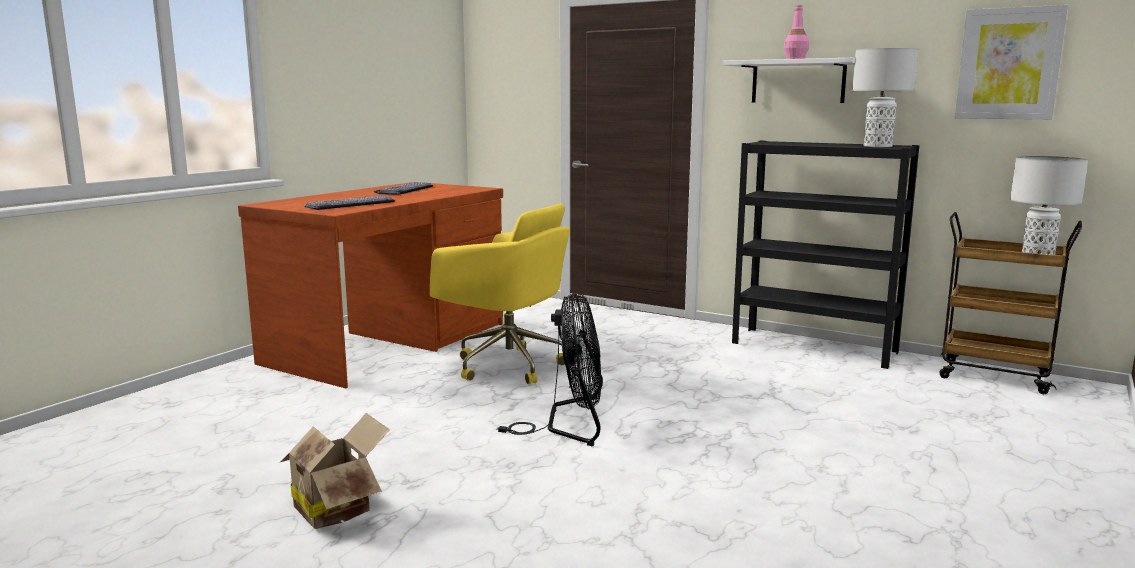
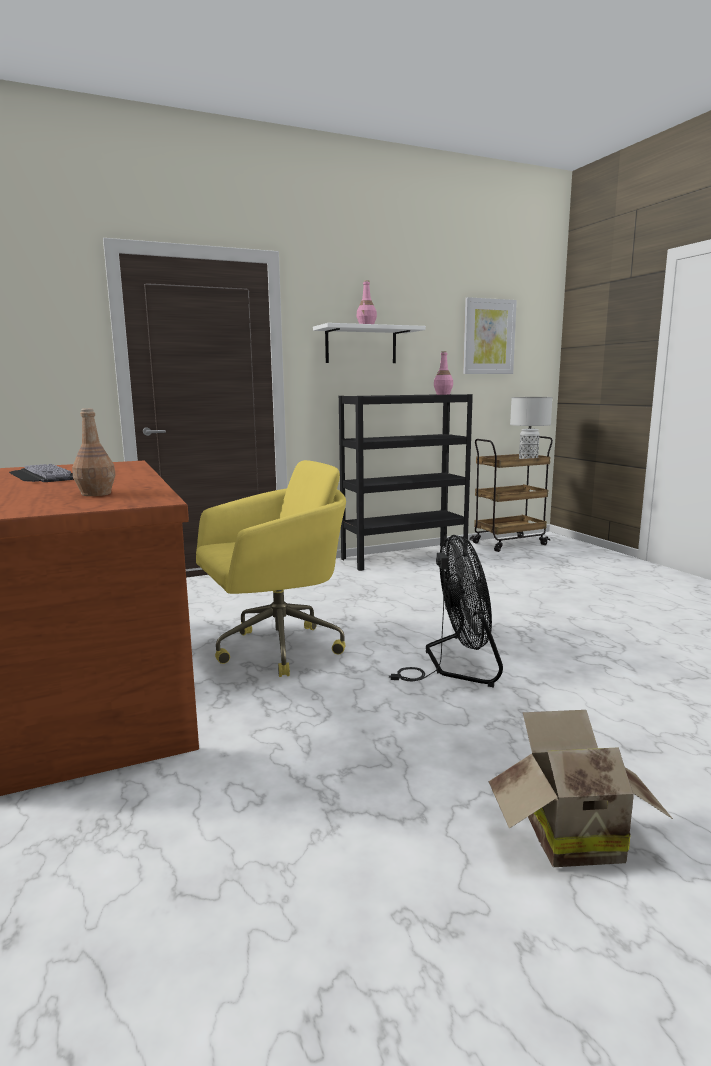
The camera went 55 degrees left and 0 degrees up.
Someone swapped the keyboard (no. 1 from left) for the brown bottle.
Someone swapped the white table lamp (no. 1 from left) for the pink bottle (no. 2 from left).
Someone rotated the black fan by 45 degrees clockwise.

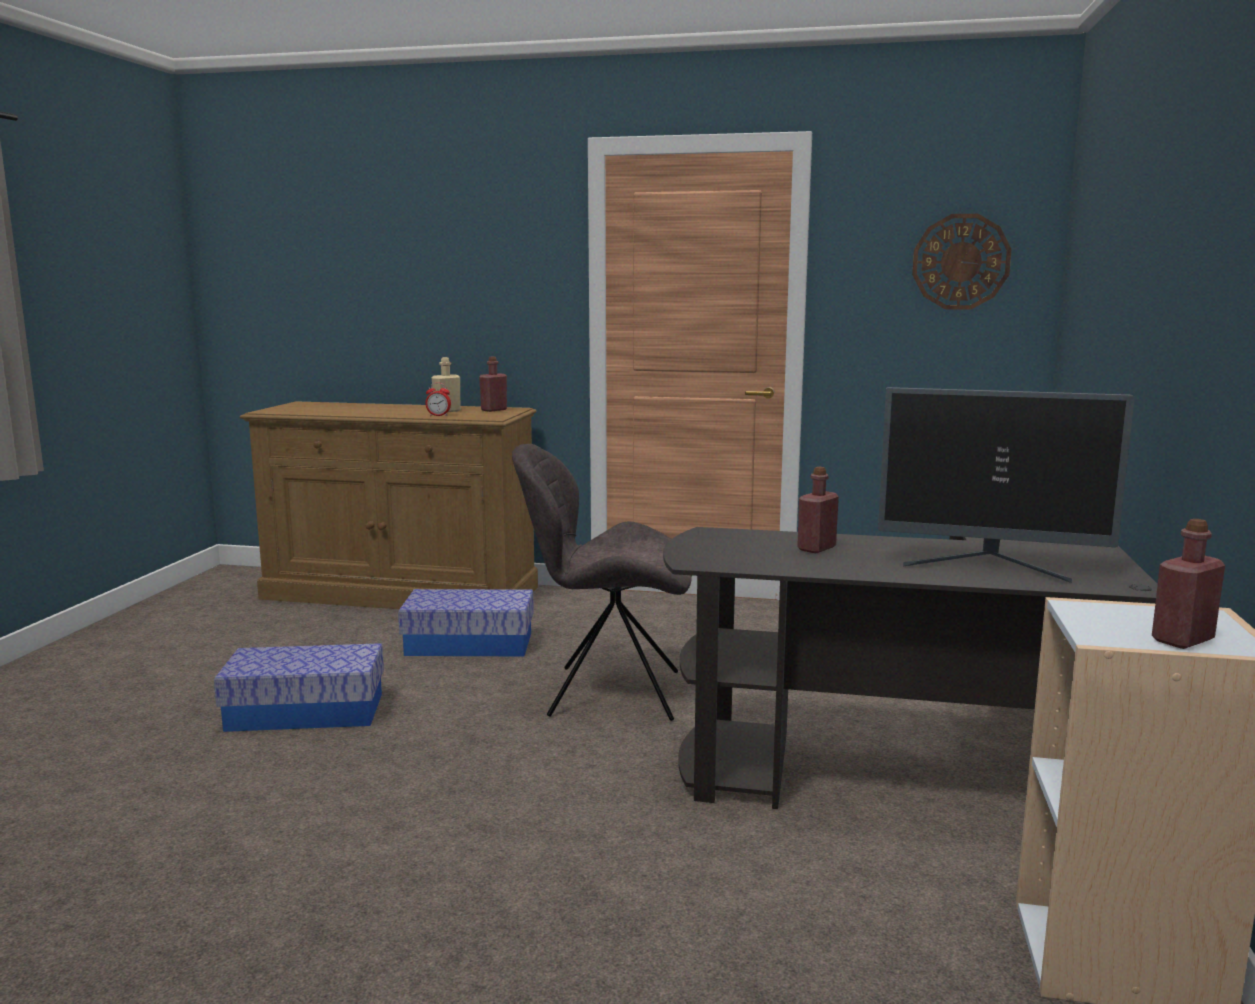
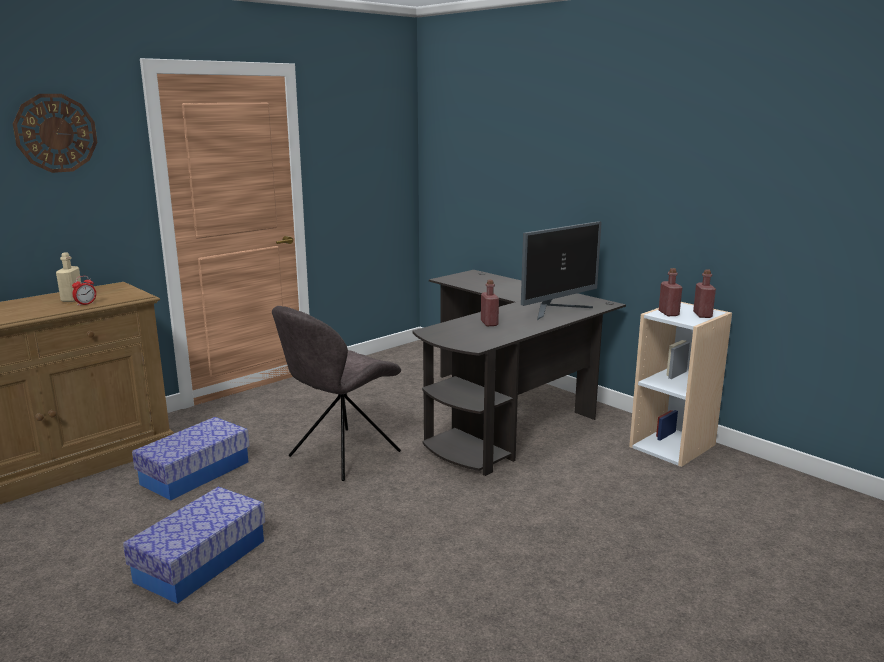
The camera went 55 degrees left and 5 degrees up.
Someone carried the red bottle (no. 1 from left in the first image).
Someone carried the wall clock.

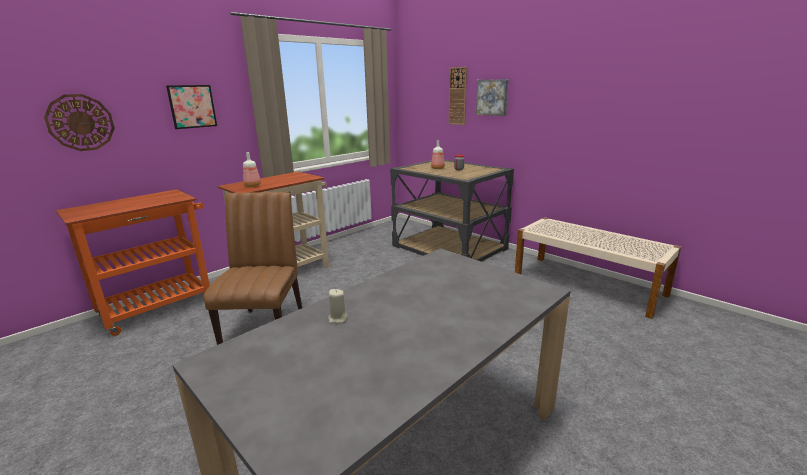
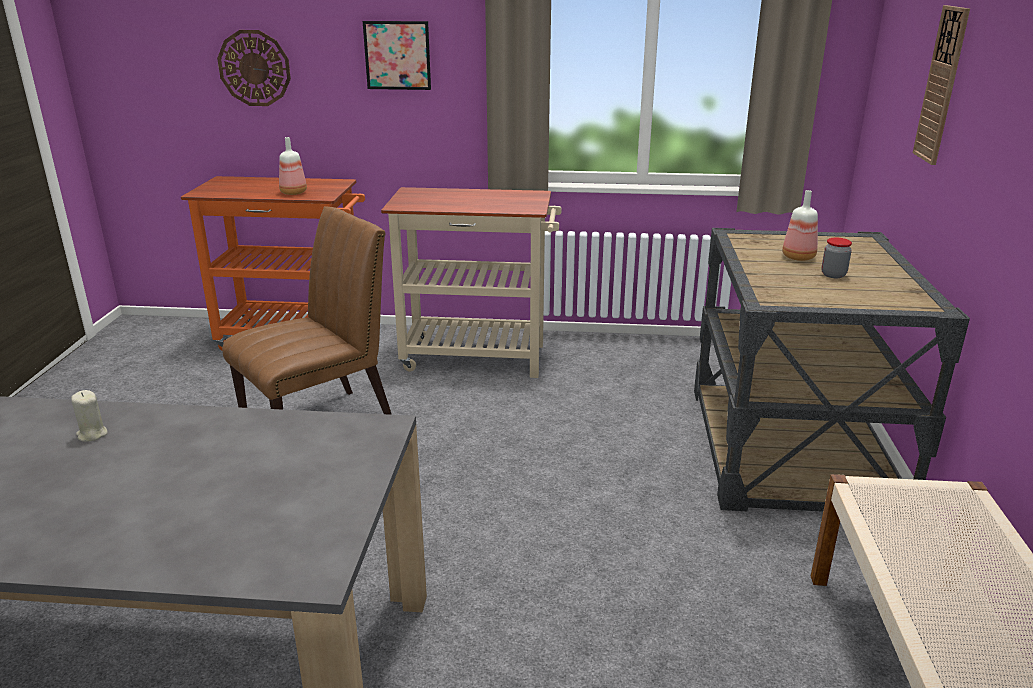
The camera went 50 degrees right and 5 degrees up.
Someone took away the picture (no. 2 from left).
Someone carried the bottle (no. 1 from left).

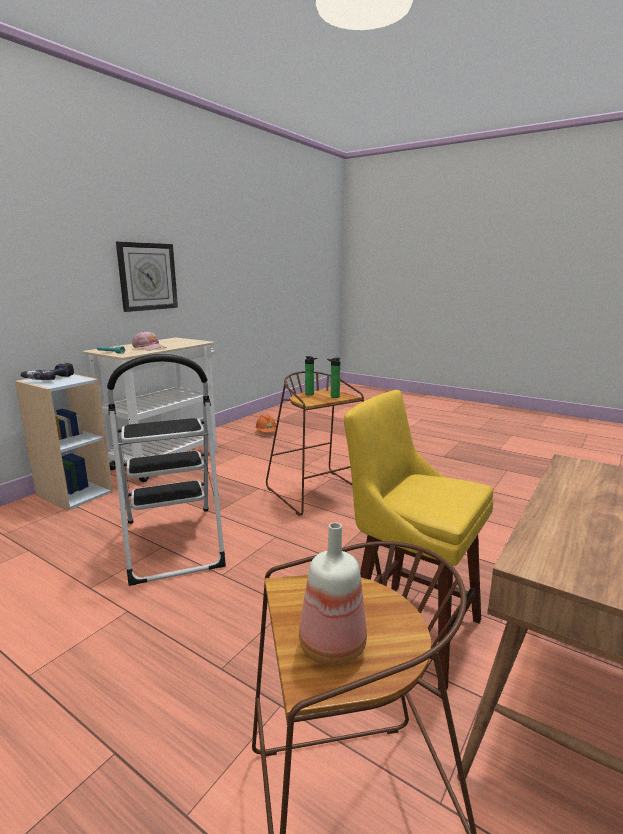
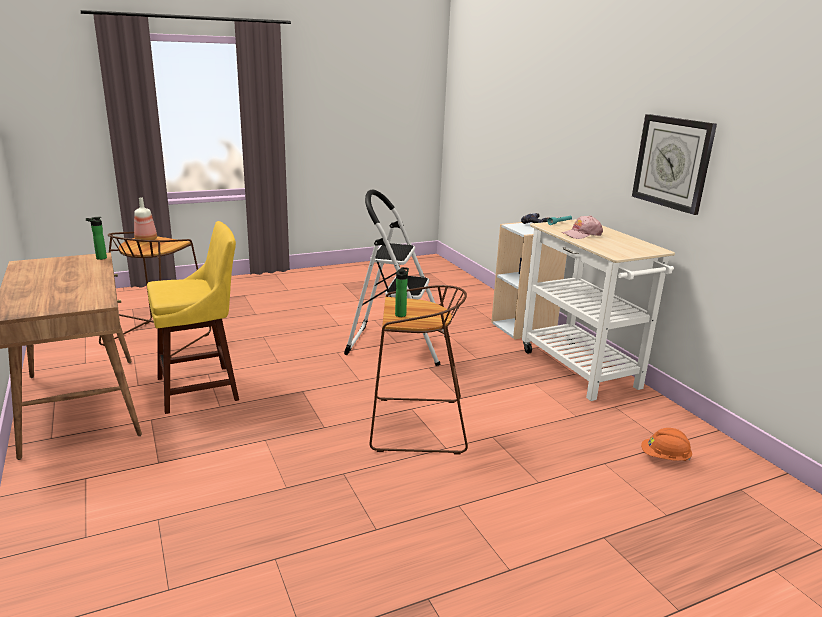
The camera went 120 degrees right and 5 degrees up.
Someone carried the bottle (no. 1 from left).

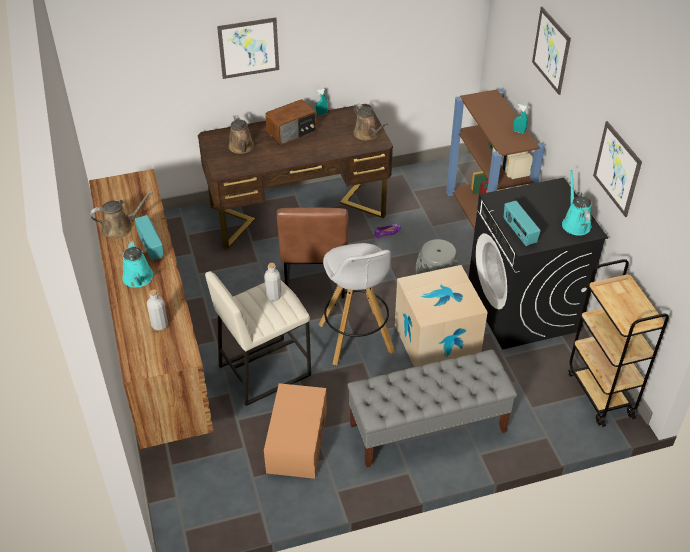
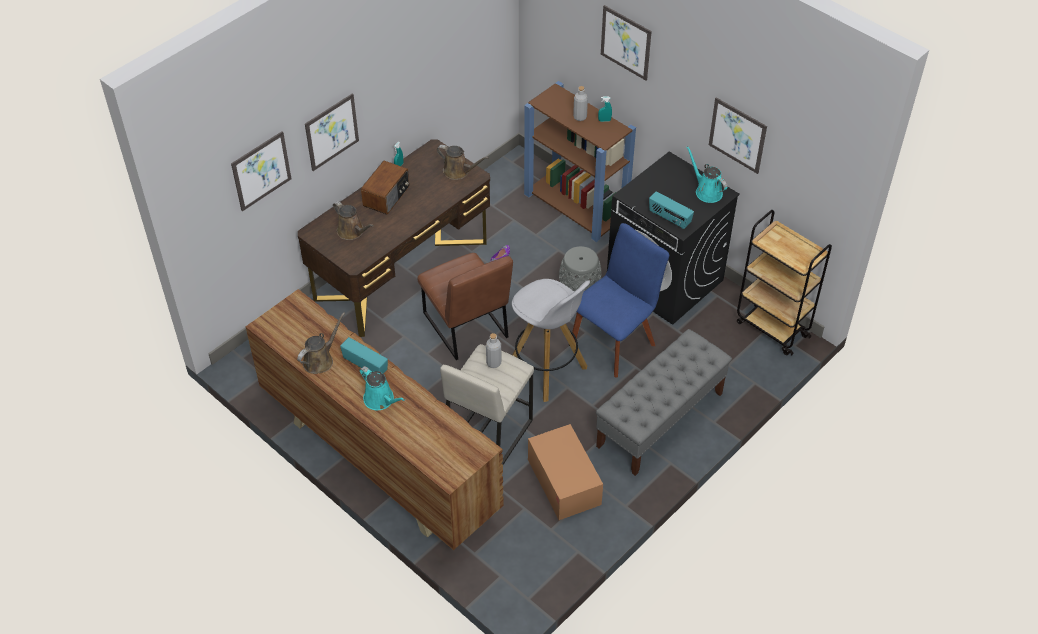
The camera went 30 degrees left and 5 degrees up.
Someone put up the picture (no. 1 from left).
Someone carried the grey bottle (no. 1 from left in the first image).
Someone swapped the cardboard box (no. 2 from left) for the blue chair.

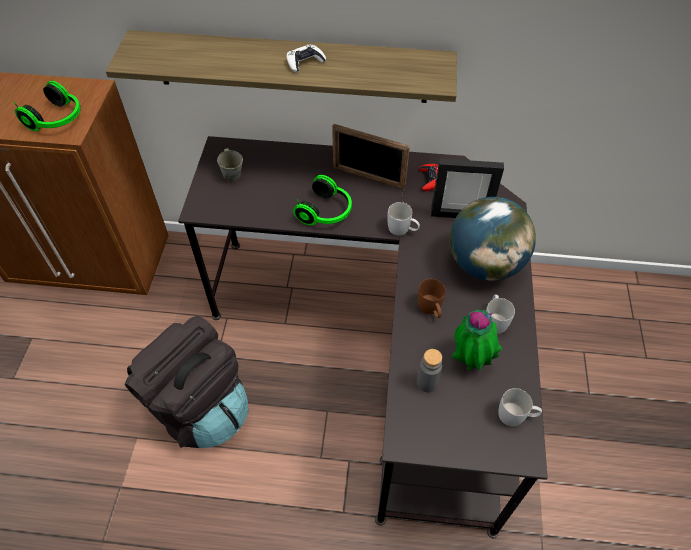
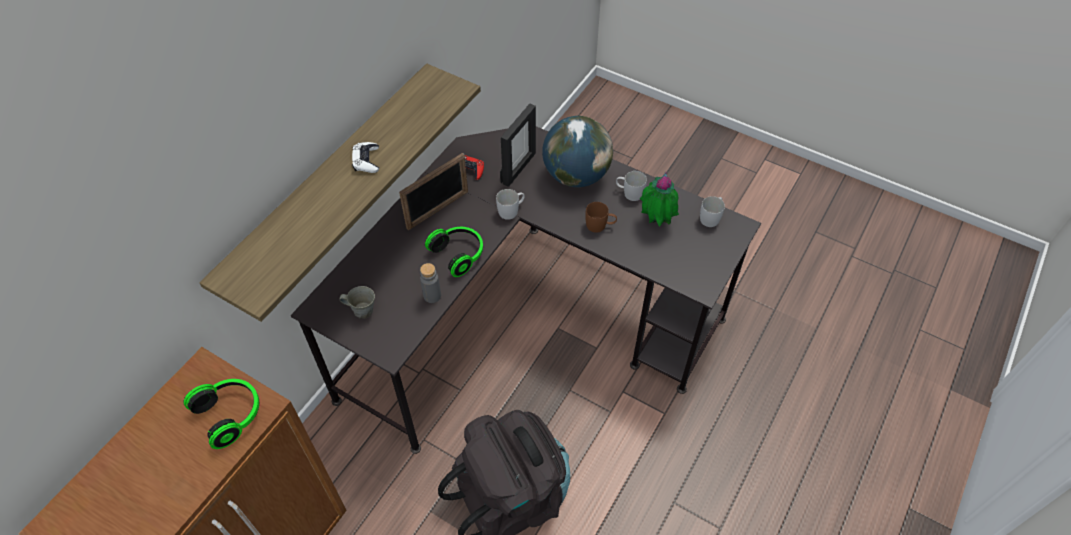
The camera went 65 degrees left and 0 degrees up.
Someone carried the grey bottle.

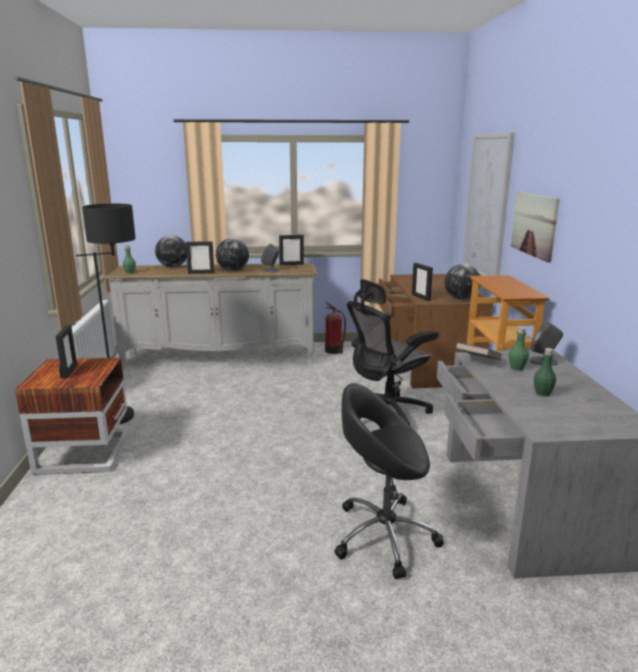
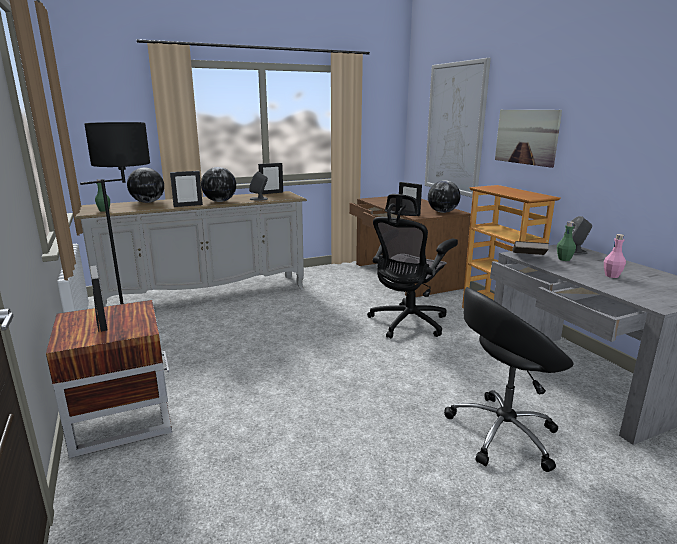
The camera went 20 degrees left and 0 degrees up.
Someone took away the fire extinguisher.
Someone repainted the green bottle (no. 3 from left), which became the pink bottle.

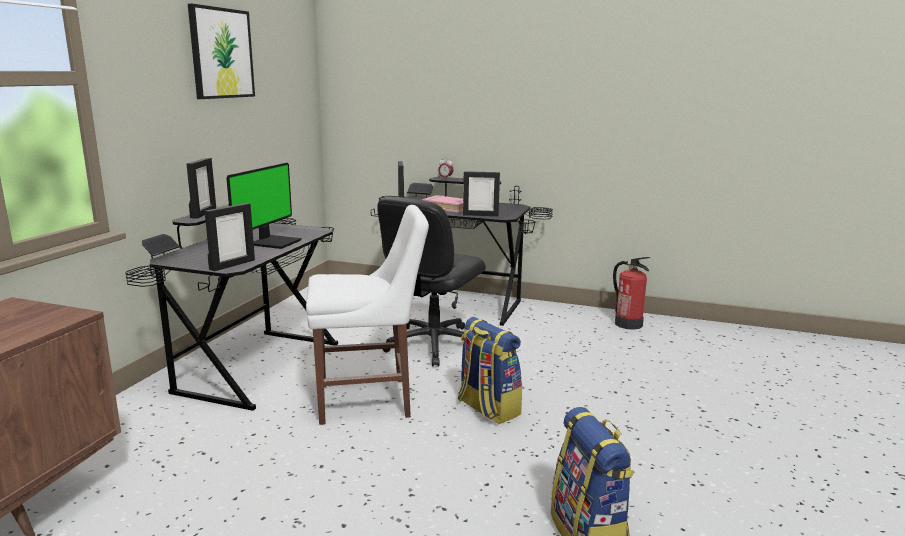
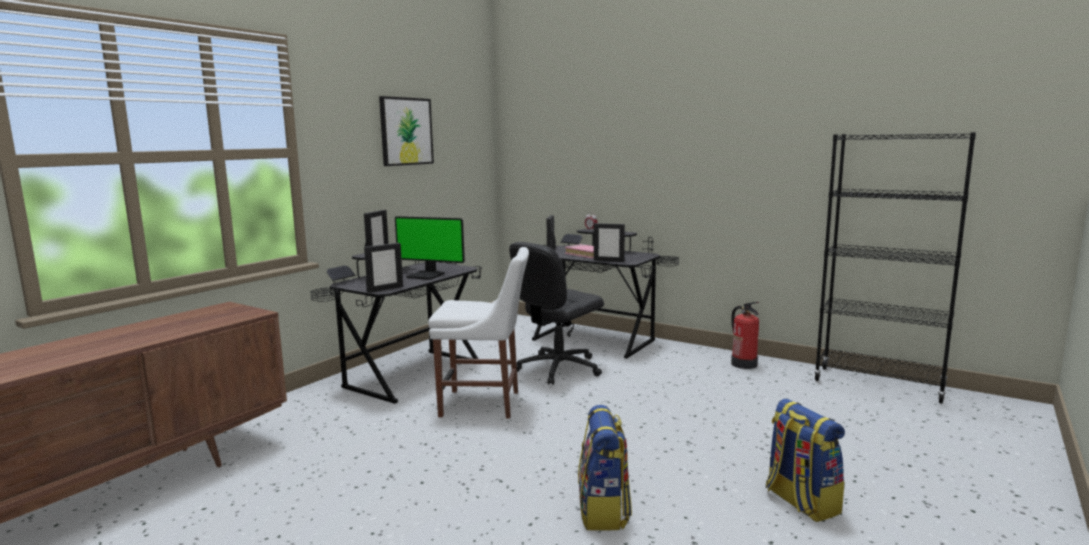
The camera went 15 degrees right and 5 degrees down.
Someone put down the black bookcase.
Someone carried the backpack (no. 1 from left in the first image).
Someone rotated the monitor by 75 degrees clockwise.

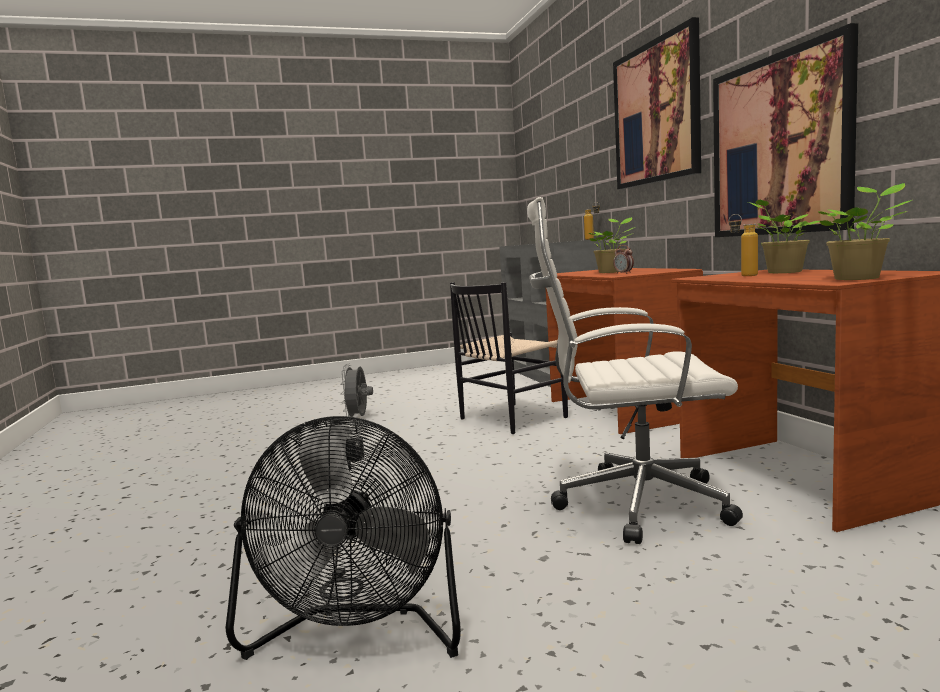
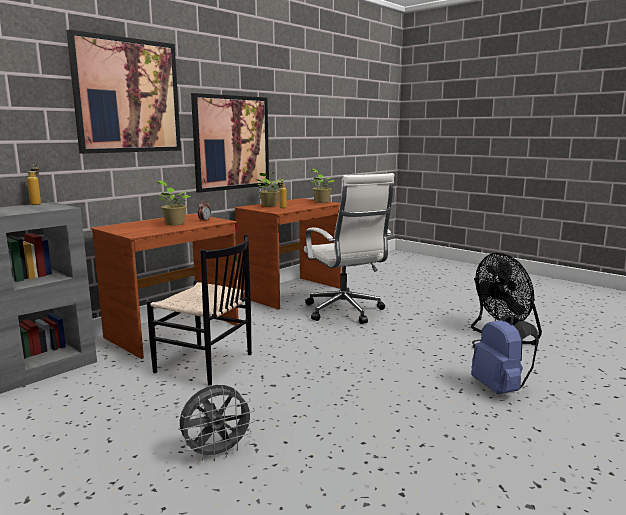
The camera went 120 degrees left and 5 degrees up.
Someone put down the blue backpack.

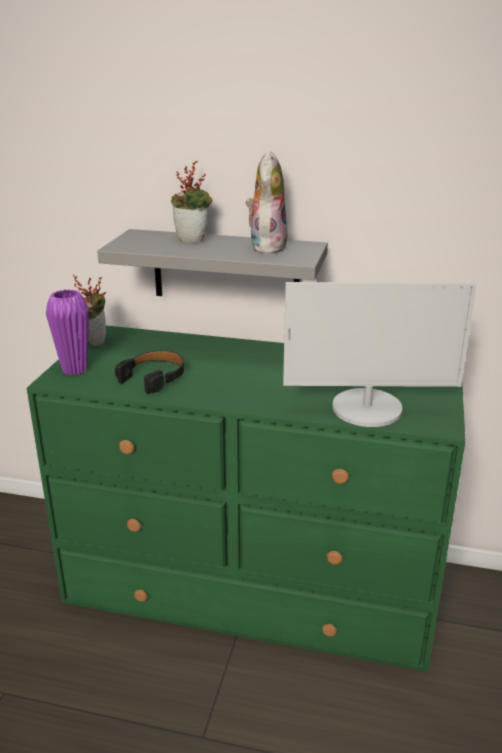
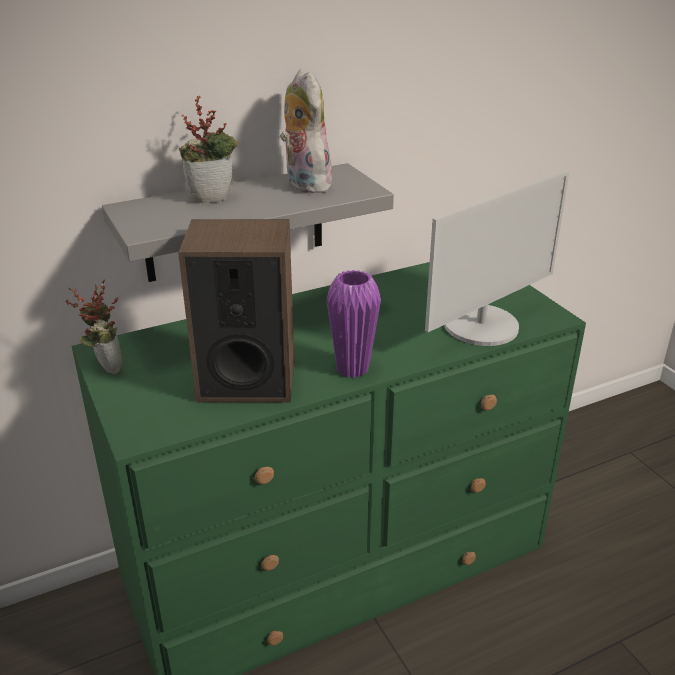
The camera went 40 degrees left and 5 degrees up.
Someone carried the purple vase.
Someone swapped the black headphones for the speaker.

